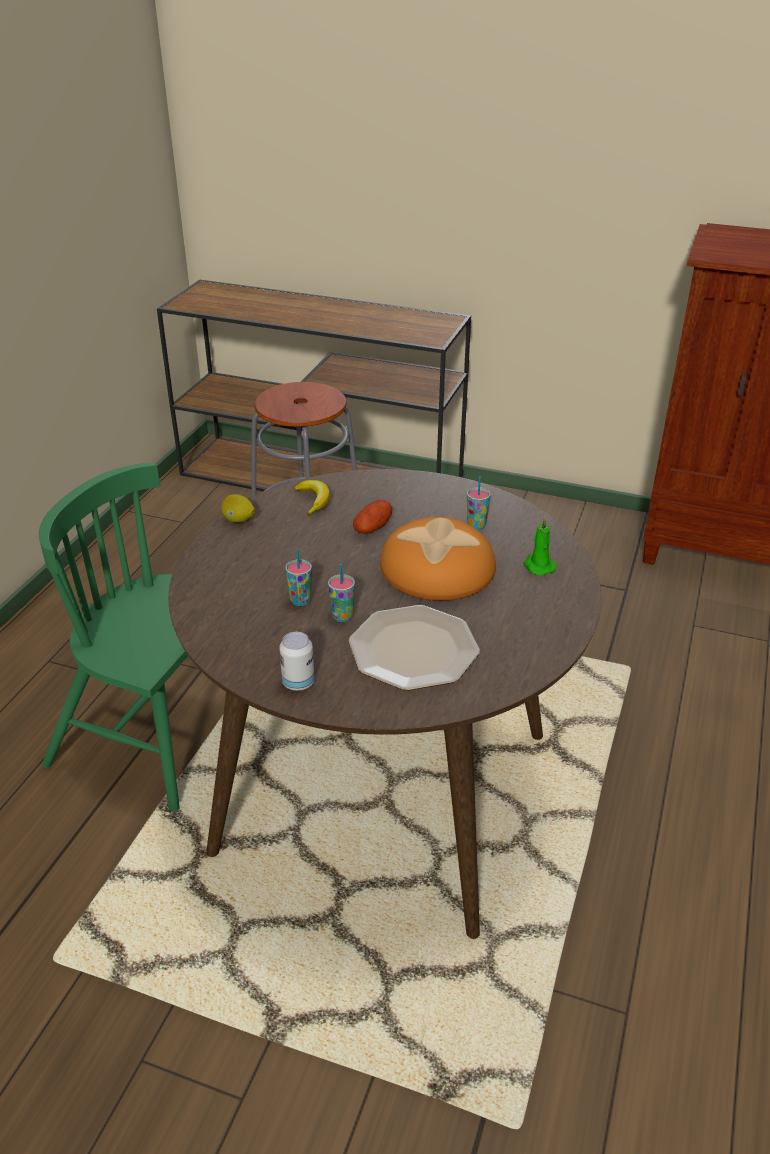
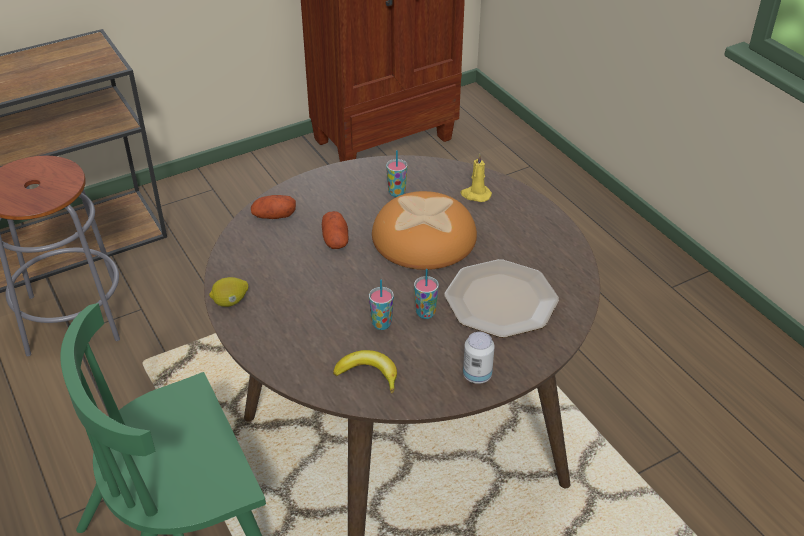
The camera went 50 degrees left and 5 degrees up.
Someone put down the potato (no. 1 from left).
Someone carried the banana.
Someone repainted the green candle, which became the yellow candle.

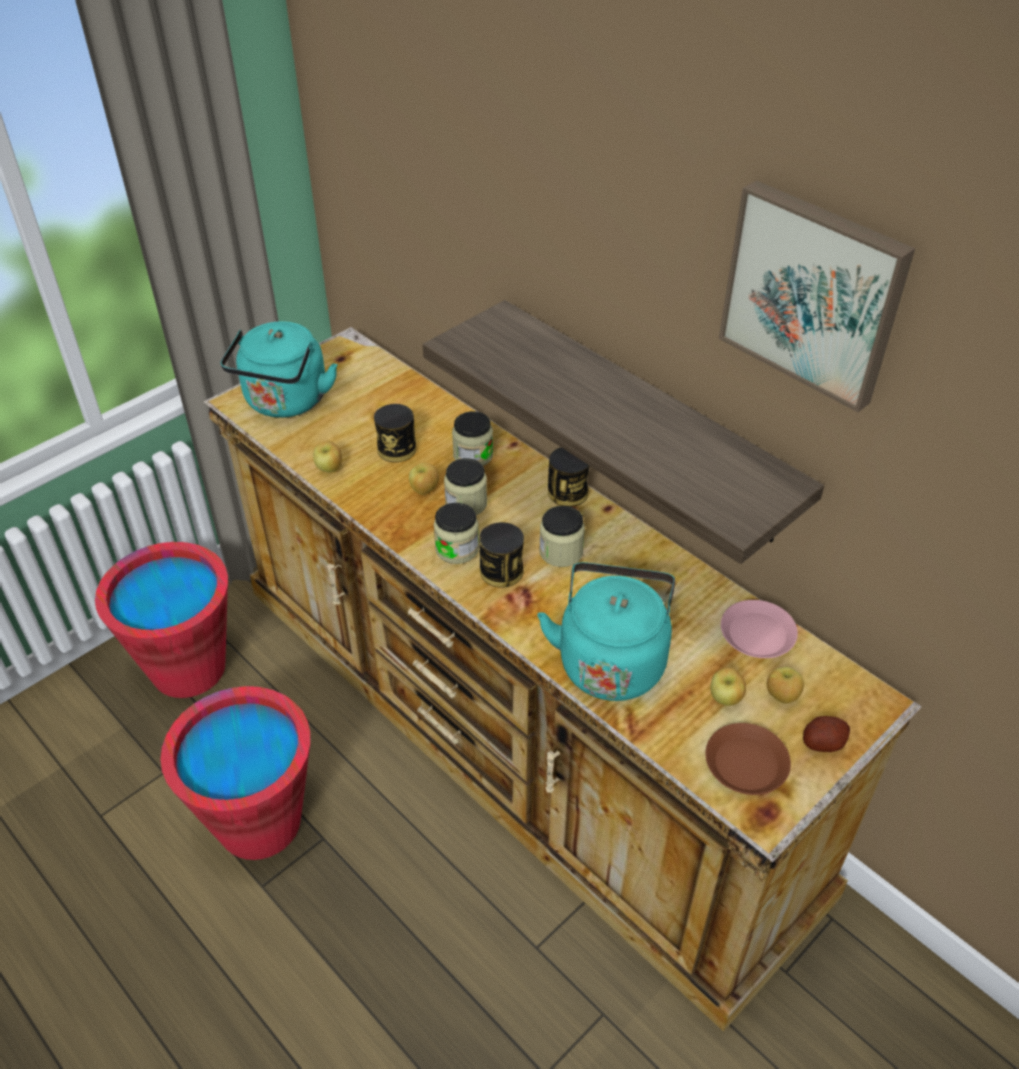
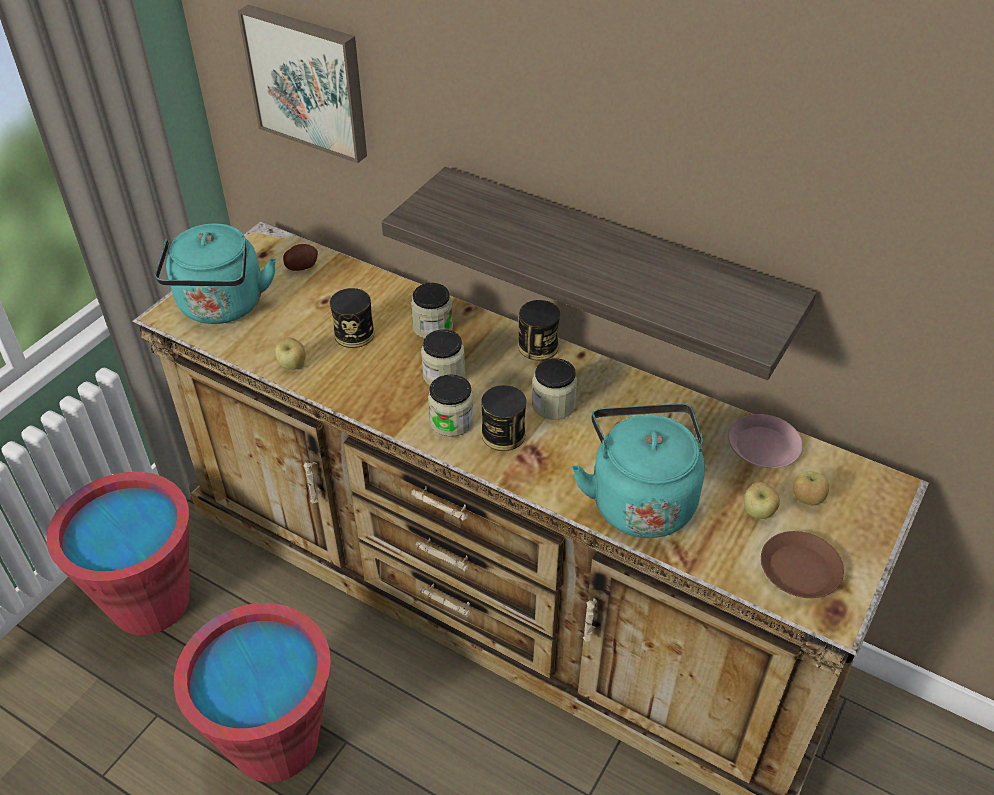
The camera went 15 degrees left and 0 degrees up.
Someone took away the apple (no. 2 from left).
Someone carried the picture.
Someone carried the potato.

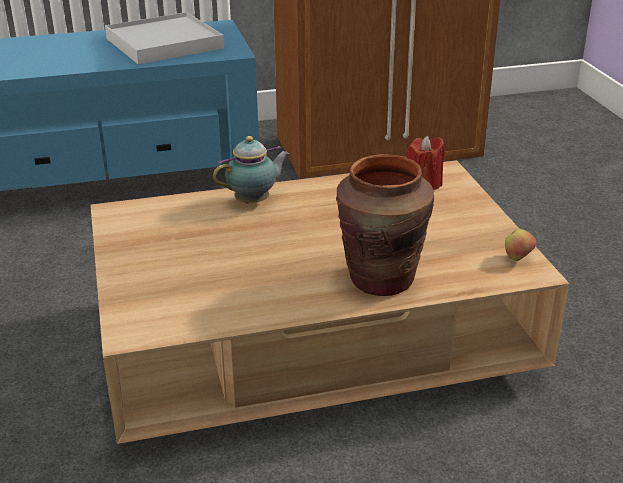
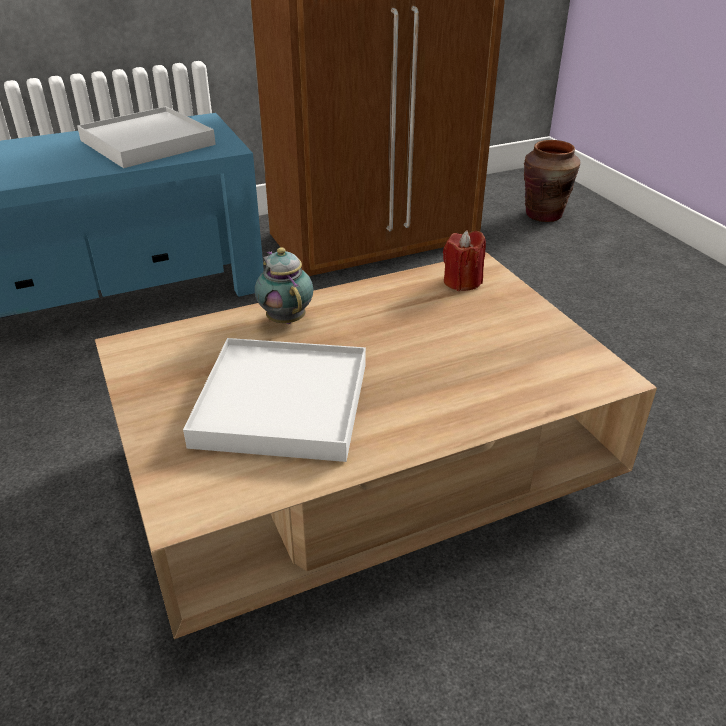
The camera went 10 degrees left and 5 degrees up.
Someone took away the apple.
Someone put down the white tray (no. 2 from left).
Someone carried the brown vase.
Someone rotated the teapot by 75 degrees counterclockwise.

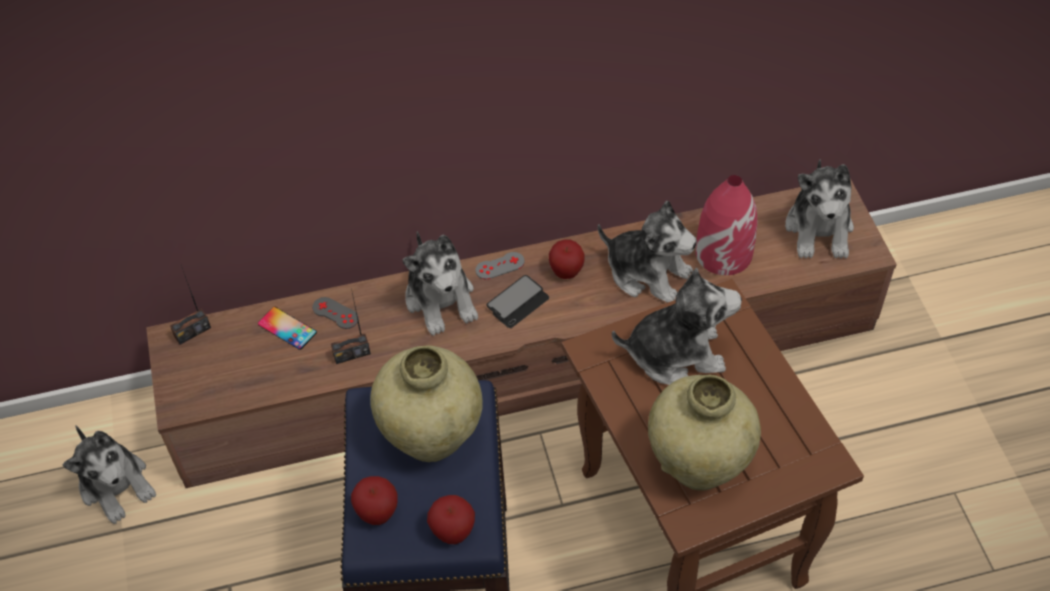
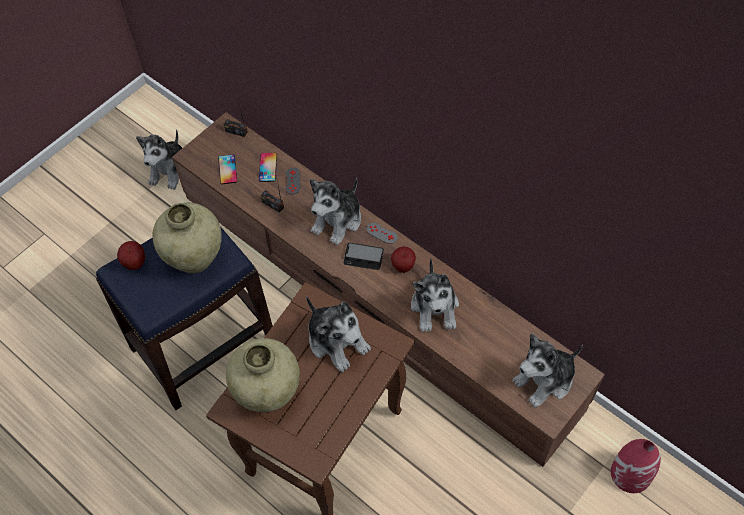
The camera went 55 degrees right and 5 degrees up.
Someone took away the apple (no. 2 from left).
Someone put down the phone (no. 1 from left).
Someone carried the red vase.

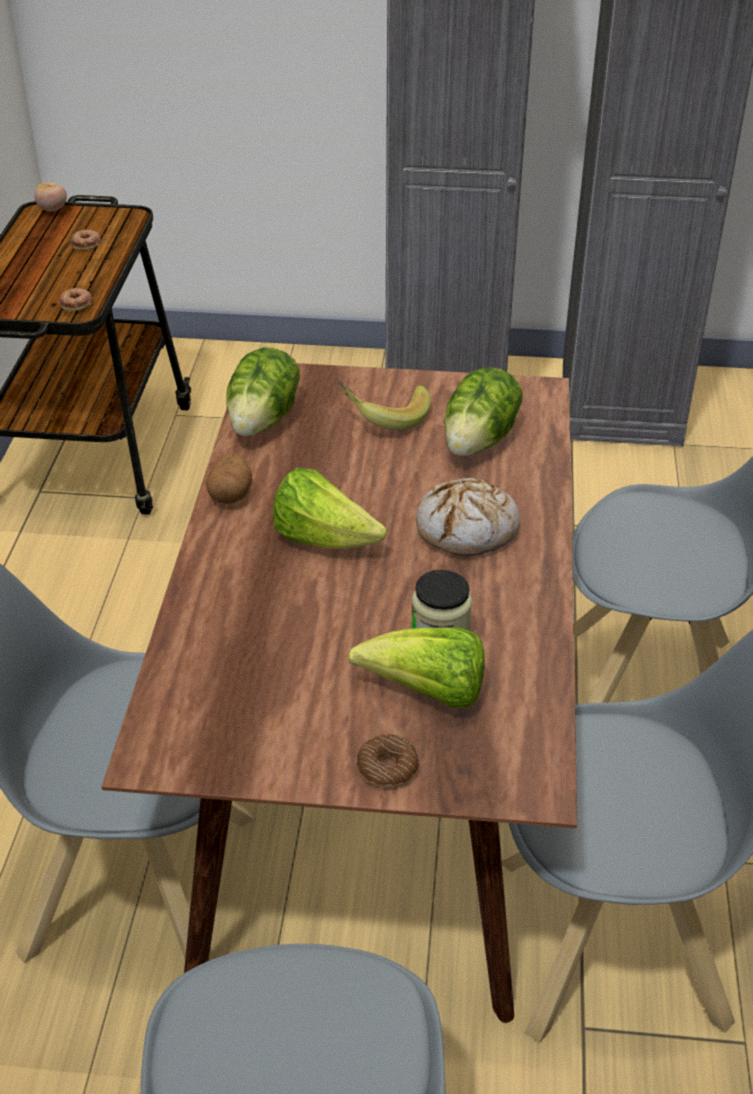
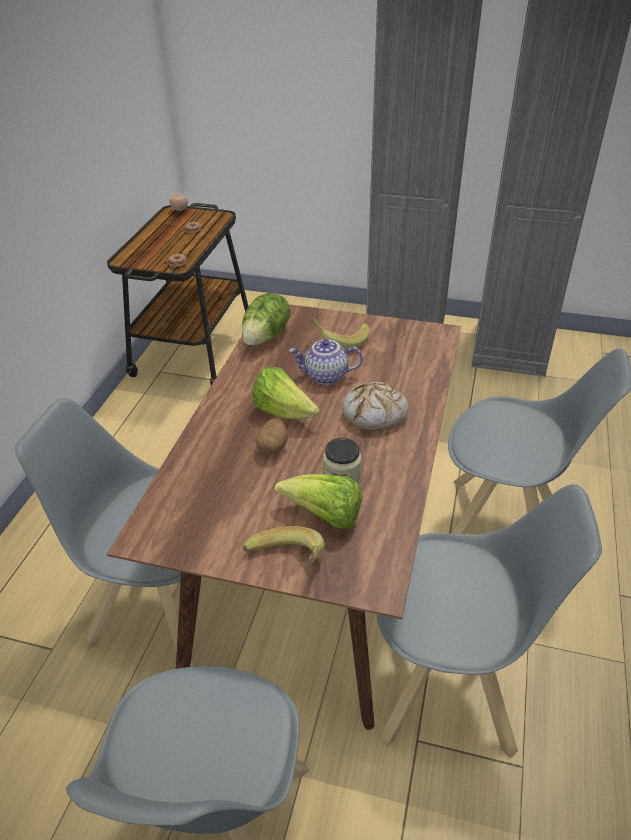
The camera went 10 degrees right and 0 degrees up.
Someone took away the lettuce (no. 4 from left).
Someone put down the teapot.
Someone carried the potato.
Someone swapped the donut (no. 3 from left) for the banana (no. 1 from left).

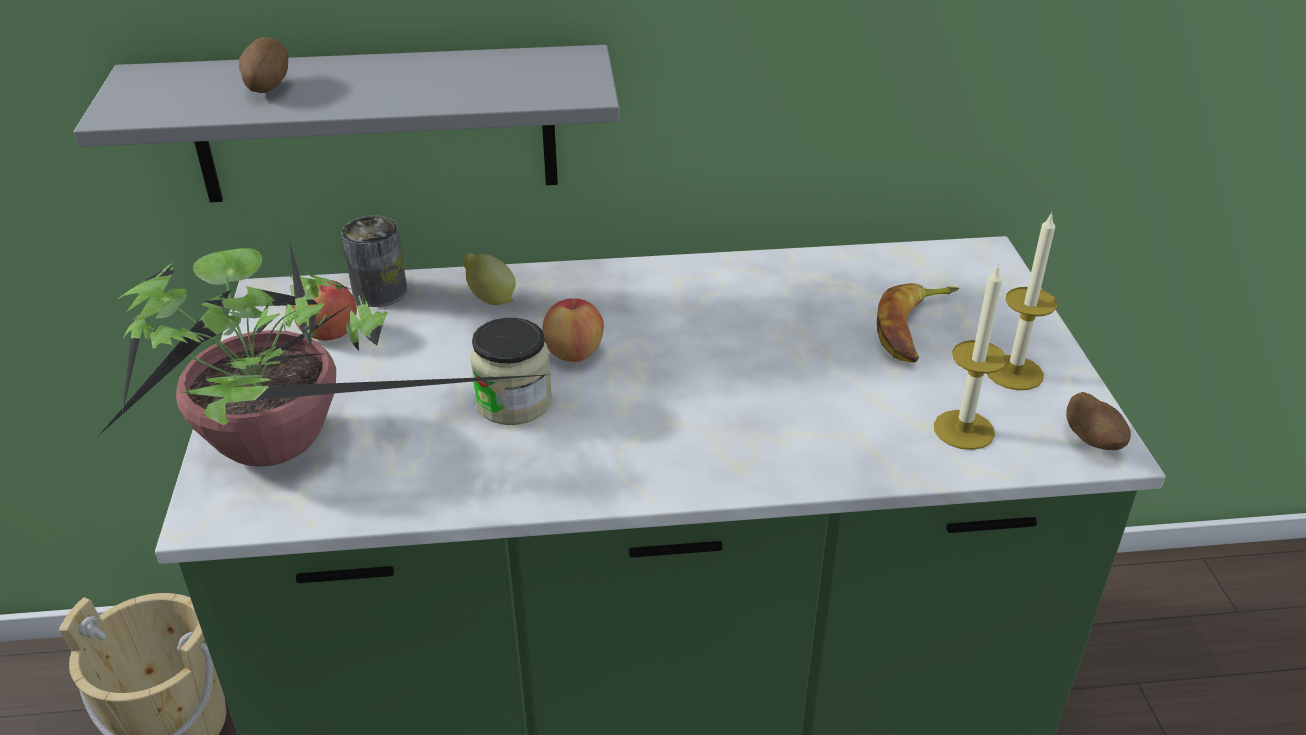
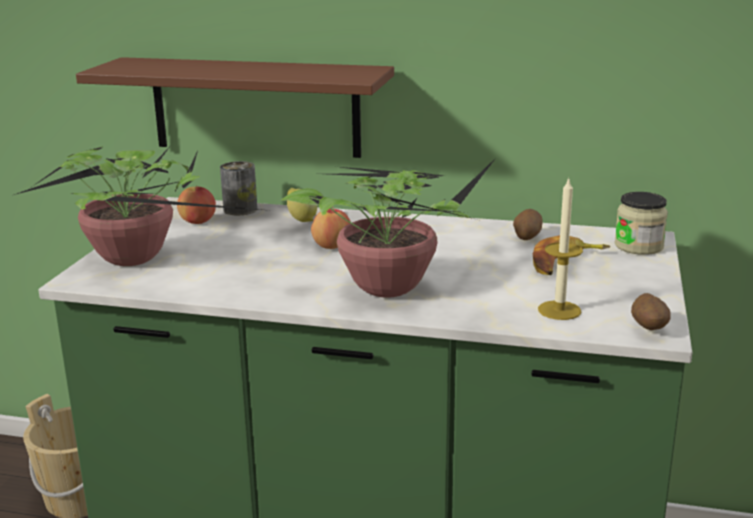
The camera went 20 degrees right and 15 degrees down.
Someone took away the candle (no. 2 from left).
Someone put down the potted plant (no. 2 from left).
Someone carried the potato (no. 1 from left).
Someone carried the jar.
Someone repainted the grey shelf, which became the brown shelf.

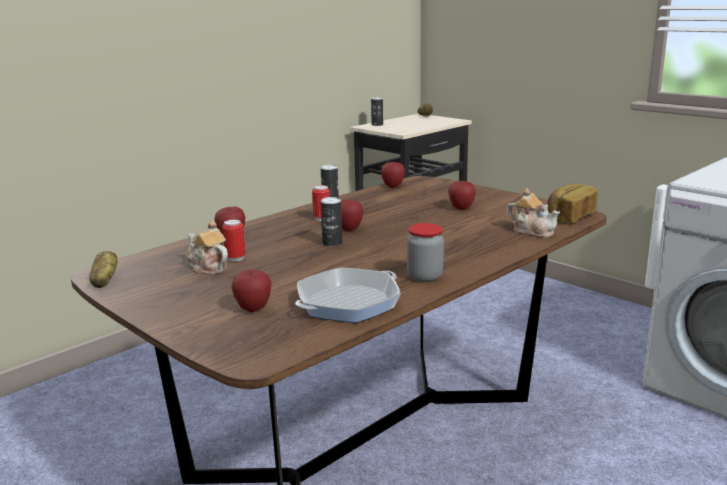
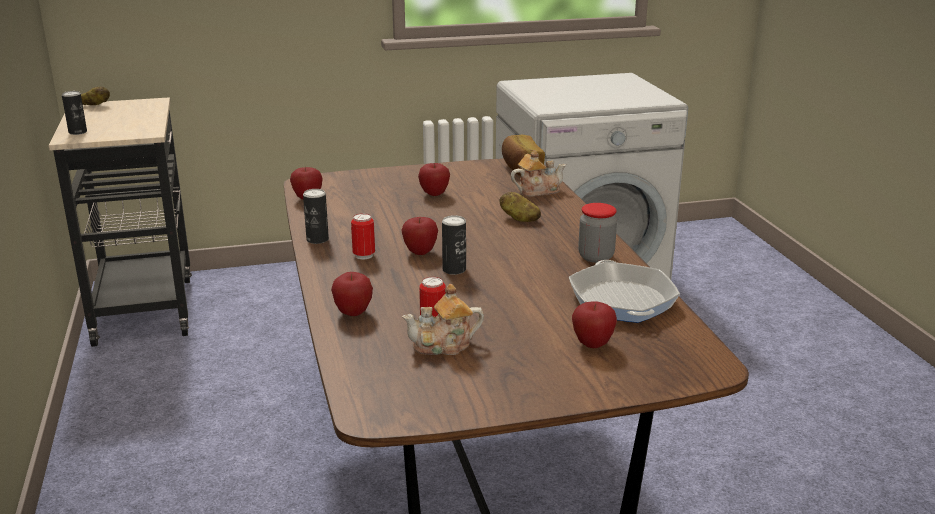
The camera went 60 degrees left and 5 degrees up.
Someone carried the potato (no. 1 from left in the first image).

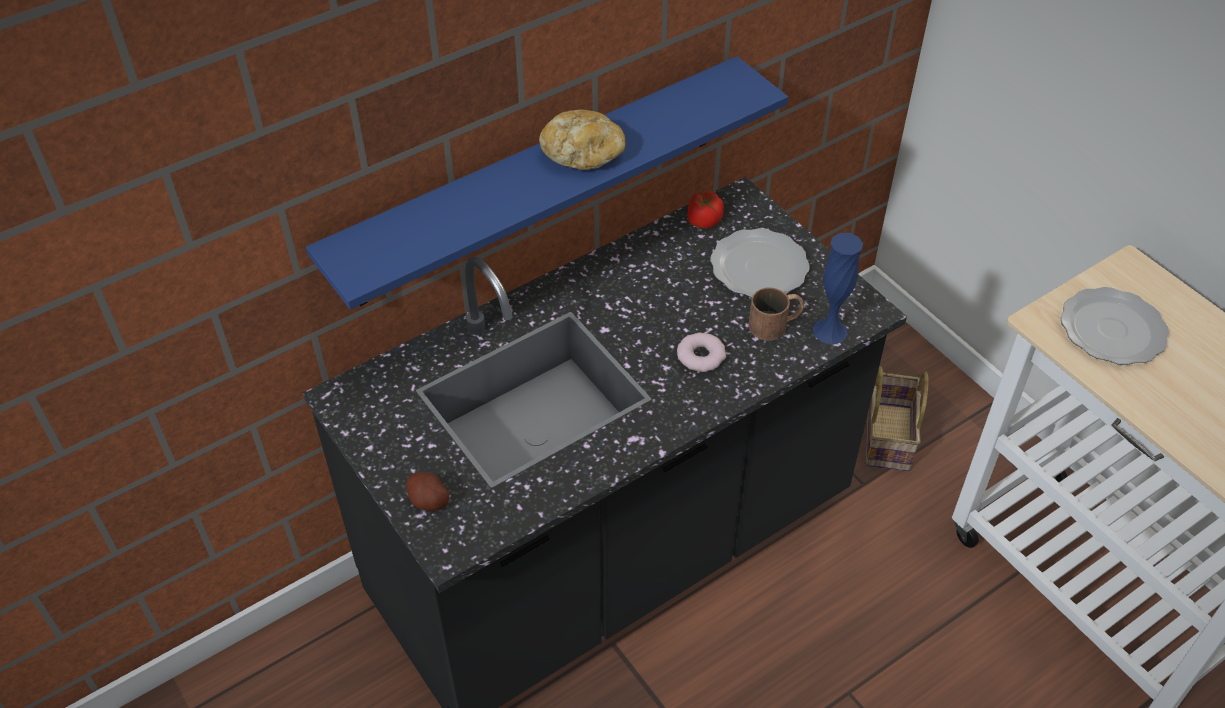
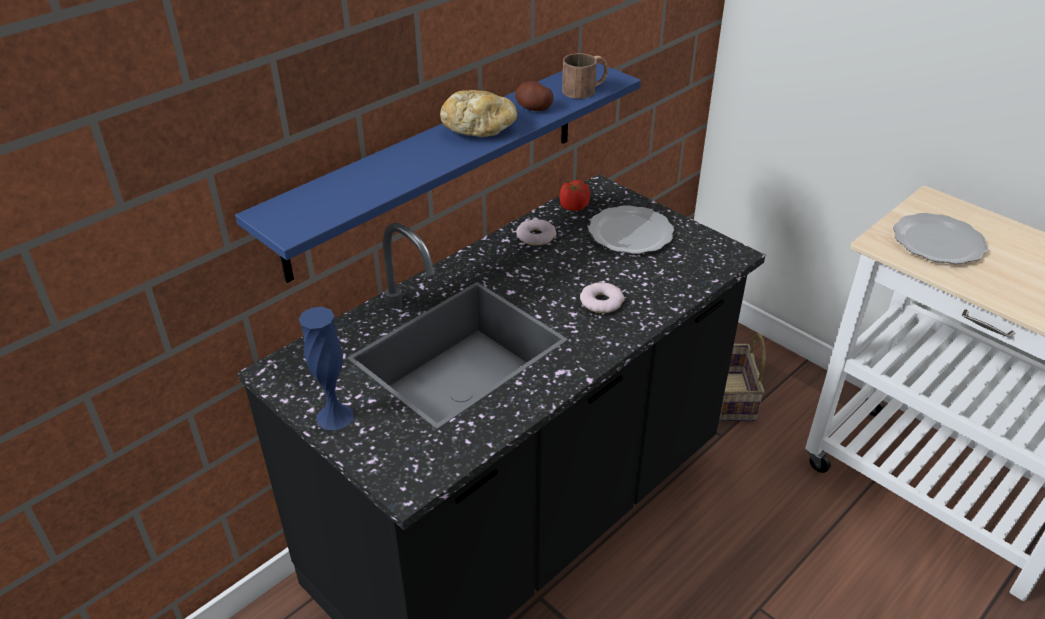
The camera went 10 degrees left and 10 degrees down.
Someone put down the donut (no. 1 from left).
Someone carried the potato.
Someone carried the brown mug.
Someone carried the blue vase.

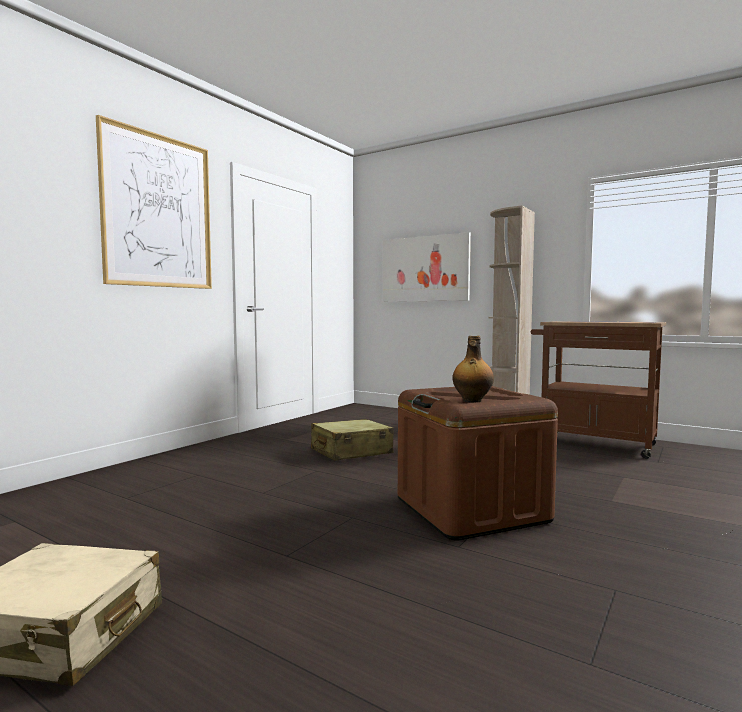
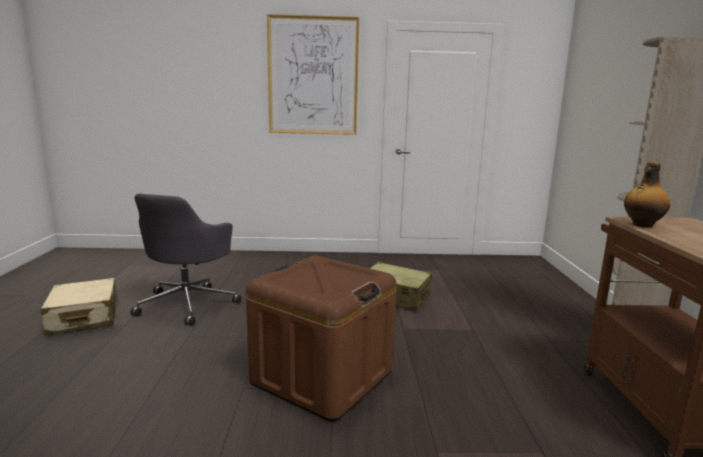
The camera went 55 degrees right and 10 degrees up.
Someone took away the picture (no. 2 from left).
Someone put down the grey office chair.
Someone carried the bottle.

